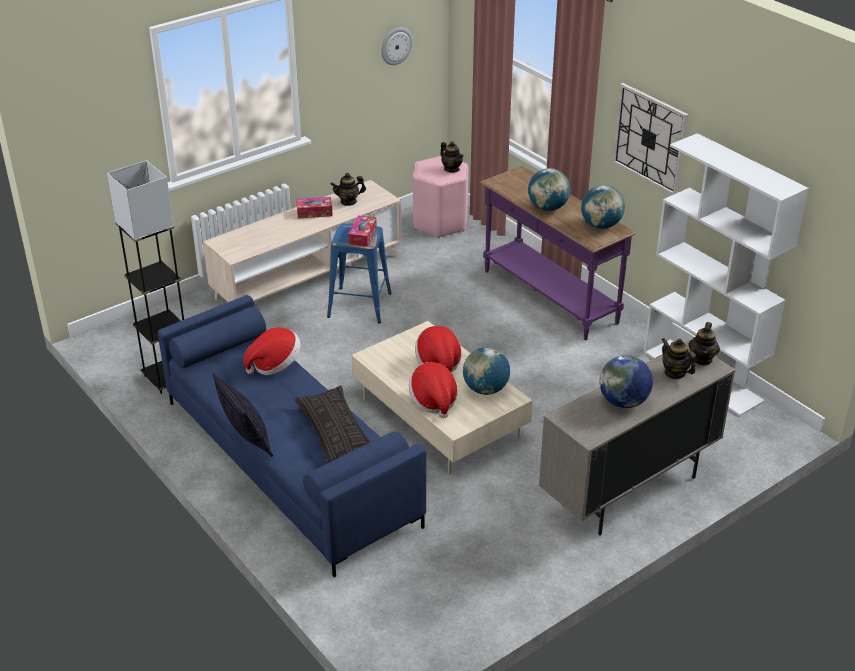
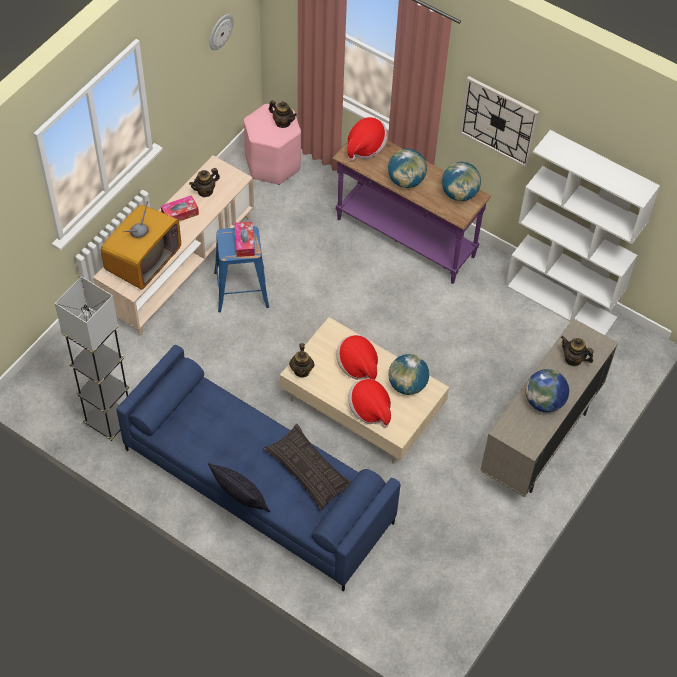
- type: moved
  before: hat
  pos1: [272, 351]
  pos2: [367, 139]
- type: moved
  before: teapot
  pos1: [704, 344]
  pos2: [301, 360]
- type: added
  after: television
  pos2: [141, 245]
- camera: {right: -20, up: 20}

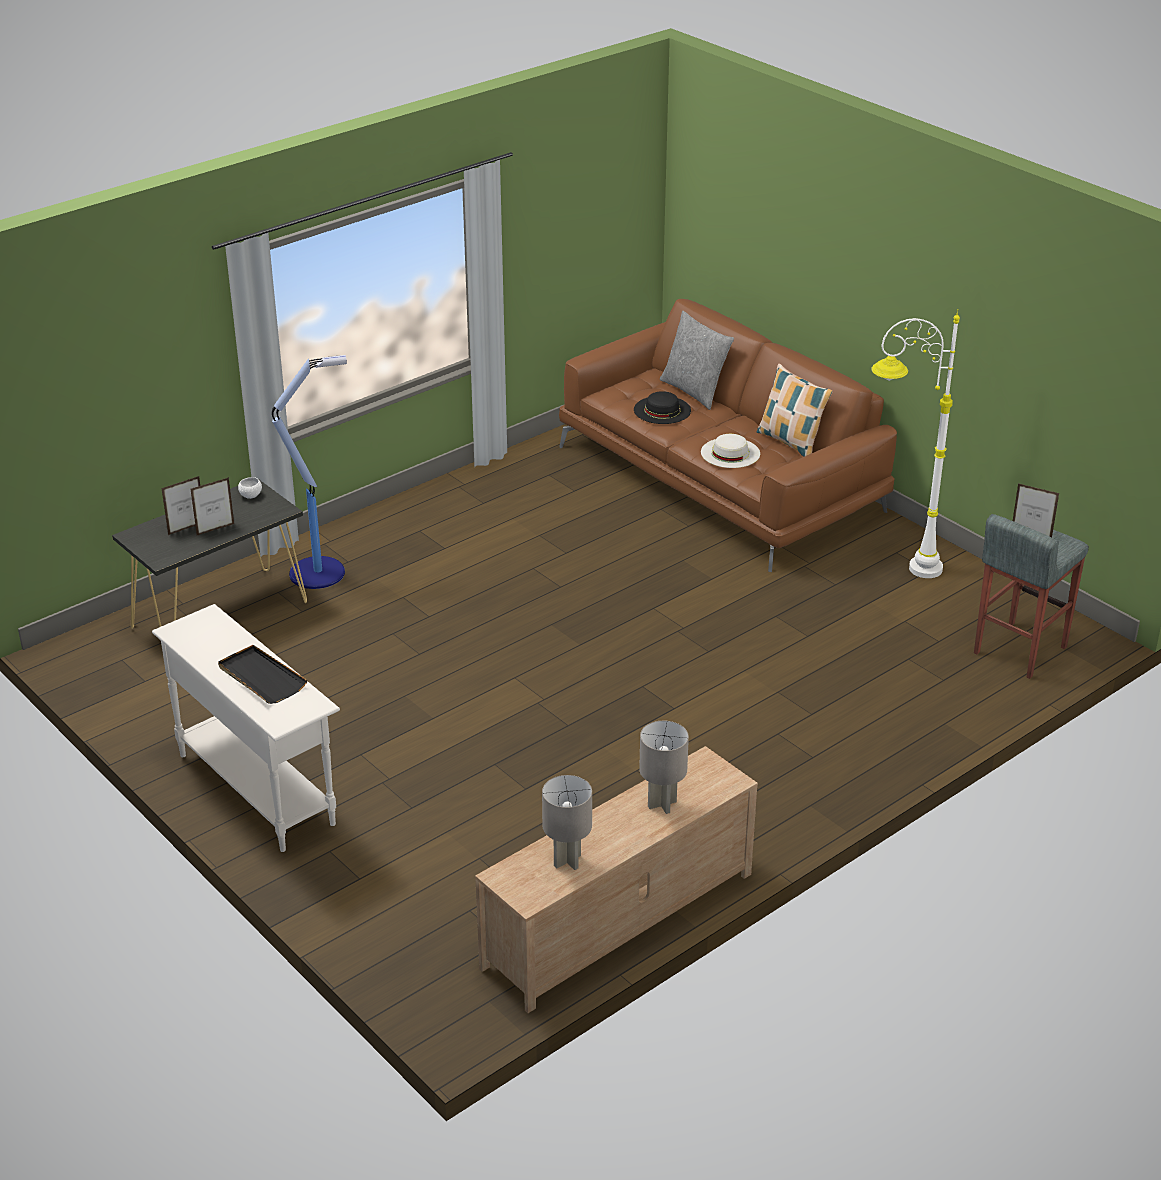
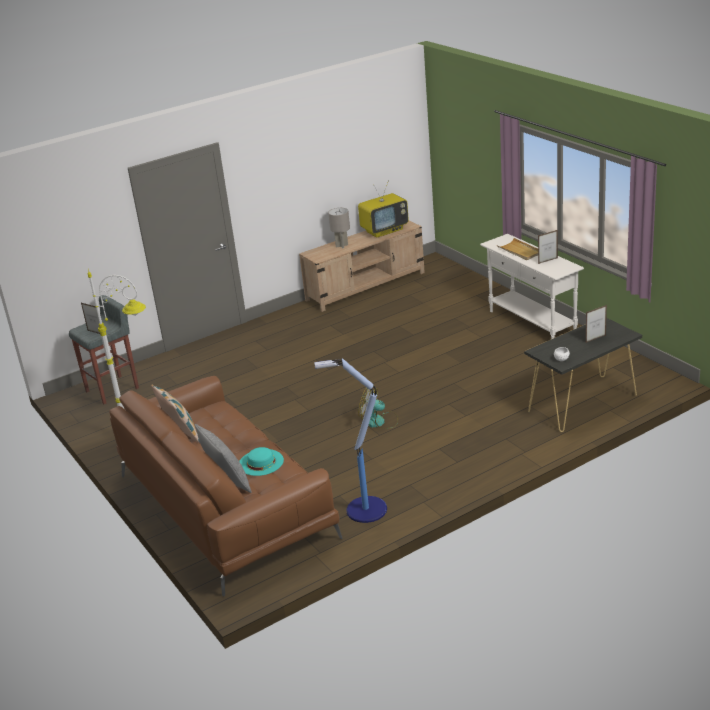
- type: moved
  before: picture frame
  pos1: [212, 506]
  pos2: [548, 247]
- type: recoloured
  before: tray in black
  after: tray in beige
  pos1: [263, 674]
  pos2: [517, 249]
- type: moved
  before: floor lamp
  pos1: [309, 472]
  pos2: [350, 440]
- type: replaced
  before: table lamp in grey
  after: television
  pos1: [567, 822]
  pos2: [383, 210]
- type: recoloured
  before: hat in black
  after: hat in turquoise
  pos1: [662, 407]
  pos2: [261, 461]
- type: removed
  before: hat in white
  pos1: [730, 451]
- type: added
  after: fan
  pos2: [378, 408]
- camera: {right: -170, up: -5}

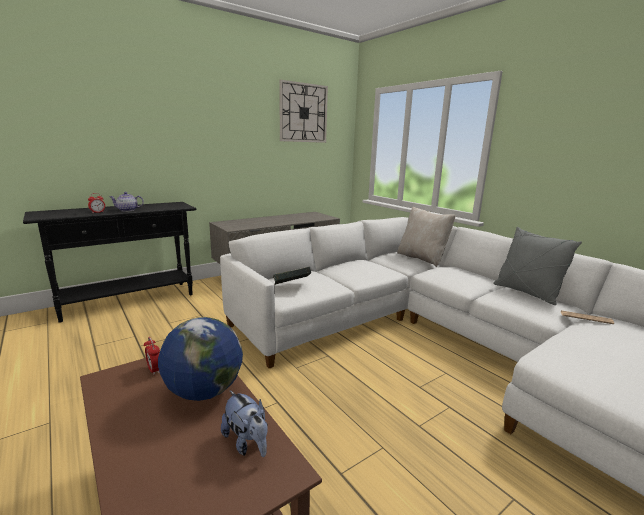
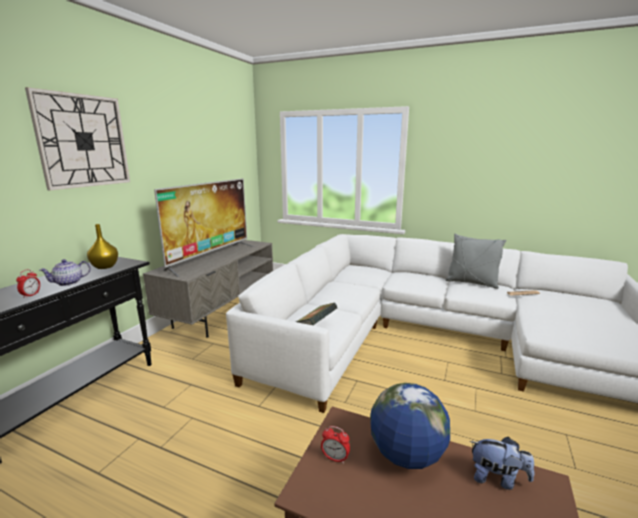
- type: moved
  before: wall clock
  pos1: [303, 111]
  pos2: [77, 138]
- type: removed
  before: pillow in beige
  pos1: [426, 237]
- type: added
  after: vase in yellow
  pos2: [102, 246]
- type: added
  after: television
  pos2: [204, 227]
- camera: {right: -30, up: 0}

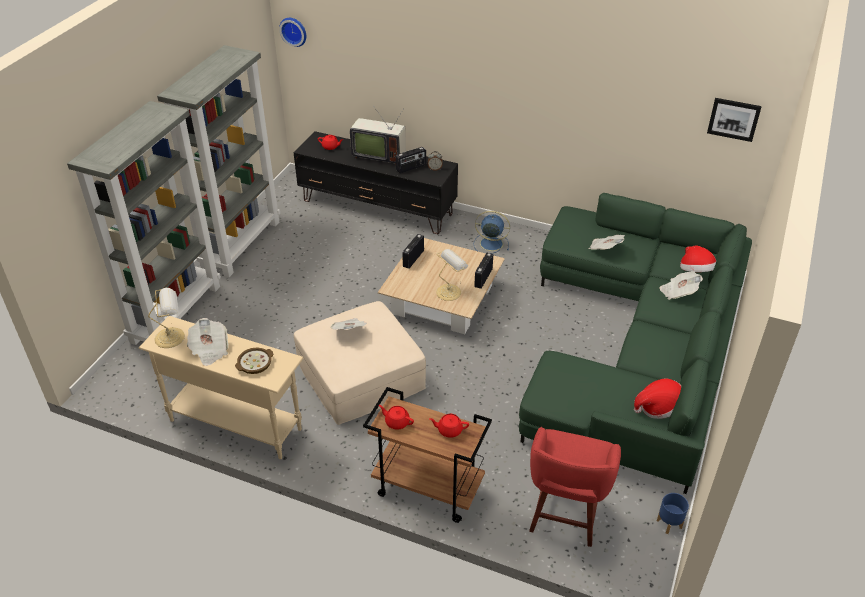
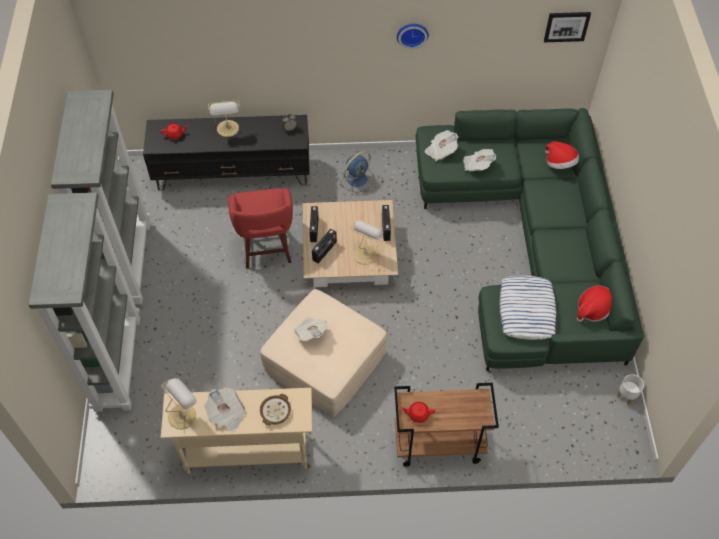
- type: moved
  before: wall clock
  pos1: [293, 32]
  pos2: [413, 36]
- type: replaced
  before: television
  after: table lamp
  pos1: [378, 134]
  pos2: [224, 118]
- type: moved
  before: radio
  pos1: [411, 160]
  pos2: [324, 246]
- type: removed
  before: teapot in red
  pos1: [449, 426]
- type: turned
  before: fan in blue
  pos1: [492, 232]
  pos2: [357, 171]
  turn: 150
- type: moved
  before: stool in red
  pos1: [575, 487]
  pos2: [260, 228]
- type: recoloured
  before: planter in blue
  after: planter in white
  pos1: [673, 513]
  pos2: [630, 389]
- type: moved
  before: newspaper
  pos1: [681, 285]
  pos2: [441, 145]
- type: added
  after: pillow
  pos2: [528, 308]
- camera: {right: -25, up: 15}

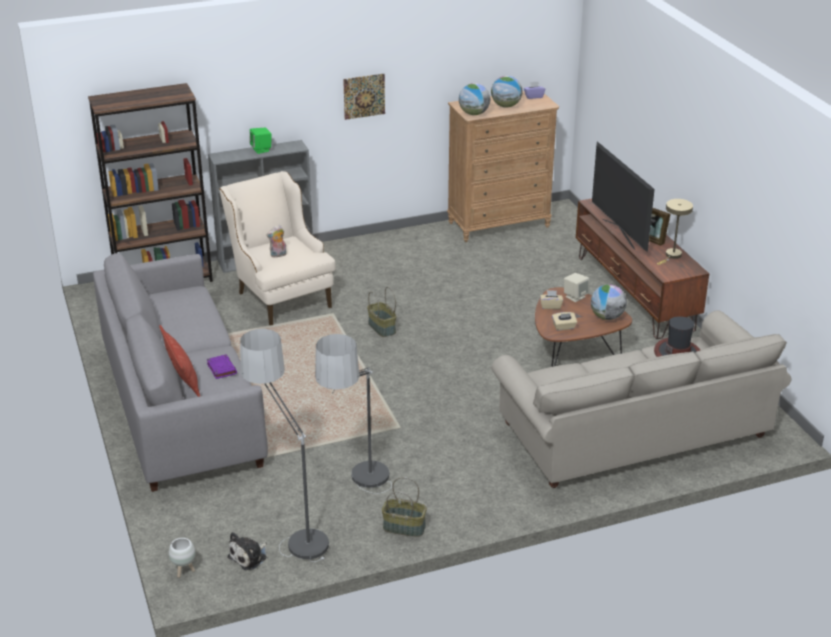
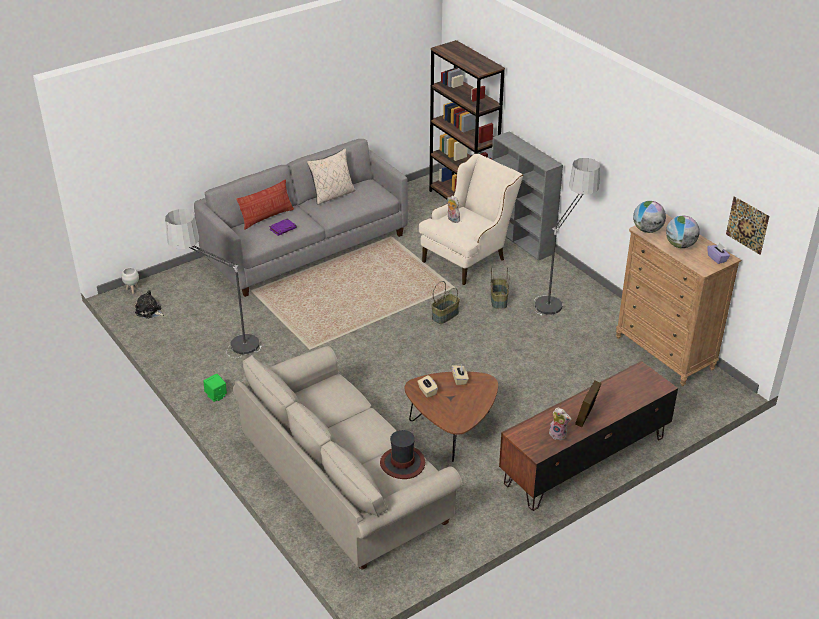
- type: moved
  before: floor lamp
  pos1: [284, 445]
  pos2: [567, 237]
- type: moved
  before: speaker in green
  pos1: [261, 141]
  pos2: [215, 388]
- type: moved
  before: picture
  pos1: [364, 97]
  pos2: [747, 225]
- type: moved
  before: basket
  pos1: [404, 507]
  pos2: [499, 288]
- type: removed
  before: speaker in beige
  pos1: [576, 287]
- type: removed
  before: globe
  pos1: [609, 302]
- type: removed
  before: television
  pos1: [623, 197]
- type: replaced
  before: table lamp in beige
  after: plush toy
  pos1: [675, 232]
  pos2: [560, 424]
- type: added
  after: pillow in beige
  pos2: [331, 176]
- camera: {right: 75, up: 5}

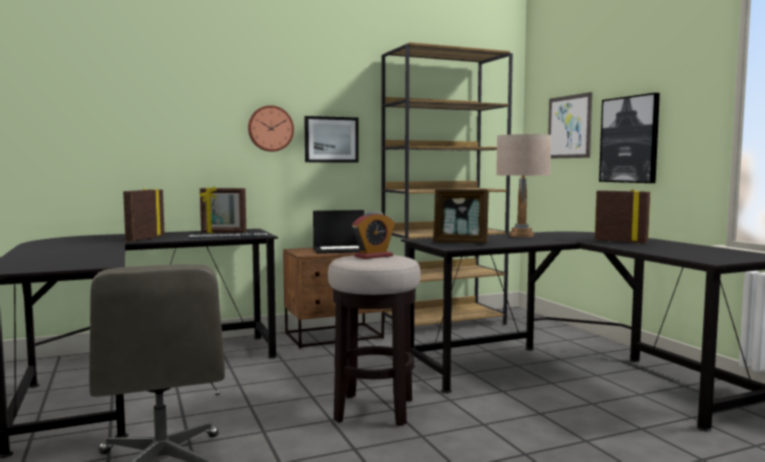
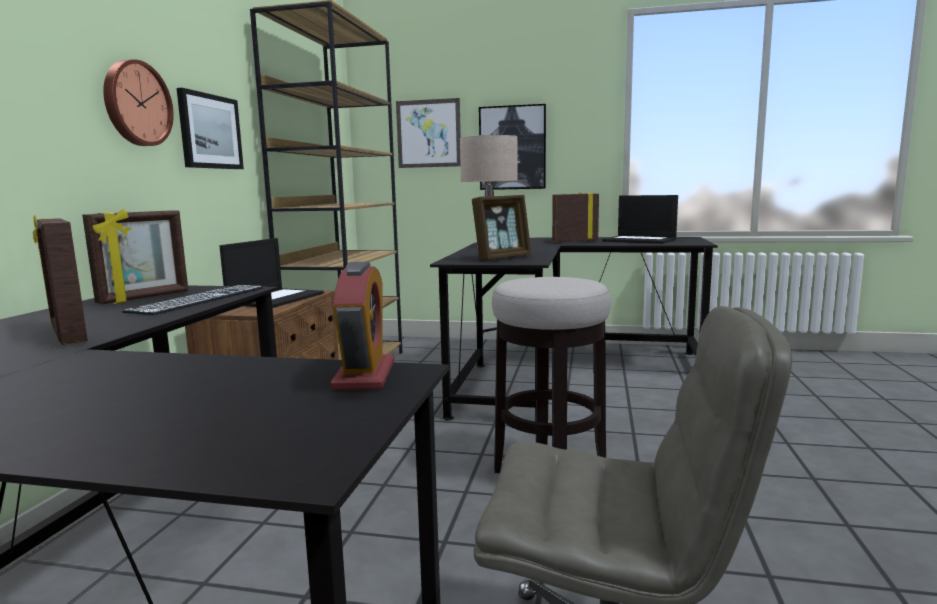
- type: moved
  before: alarm clock
  pos1: [373, 235]
  pos2: [362, 326]
- type: added
  after: laptop
  pos2: [640, 219]
- camera: {right: -55, up: 5}

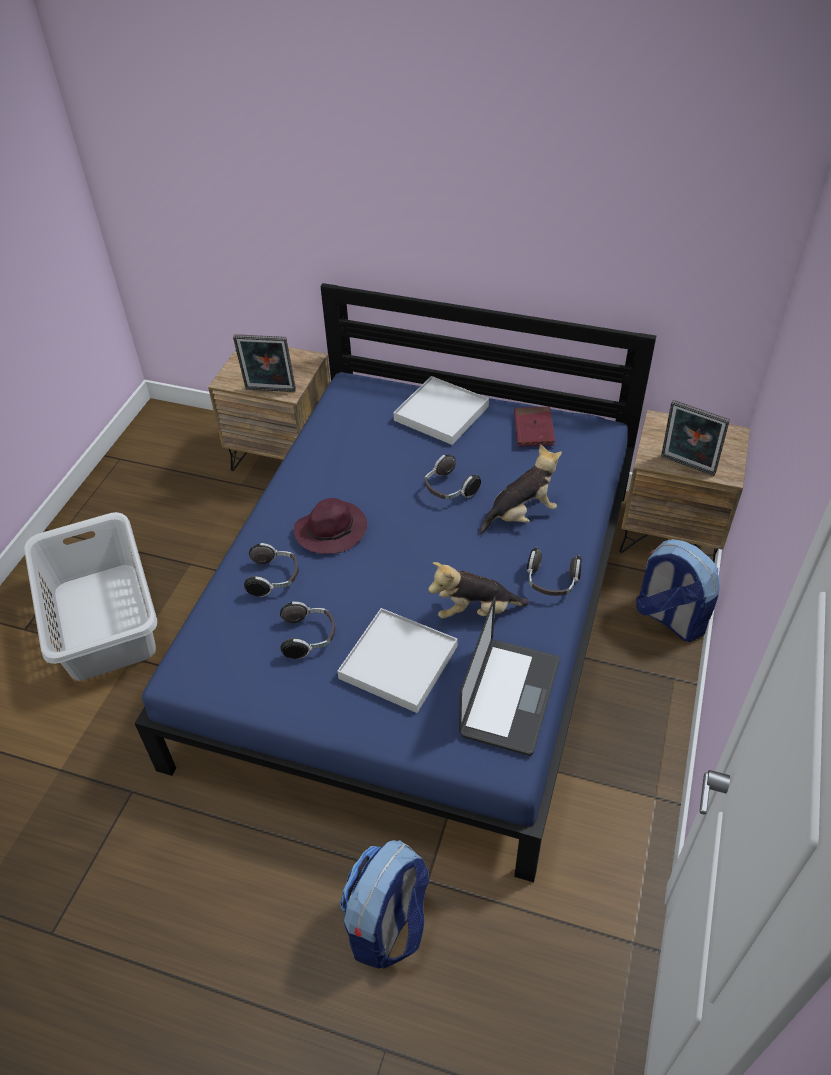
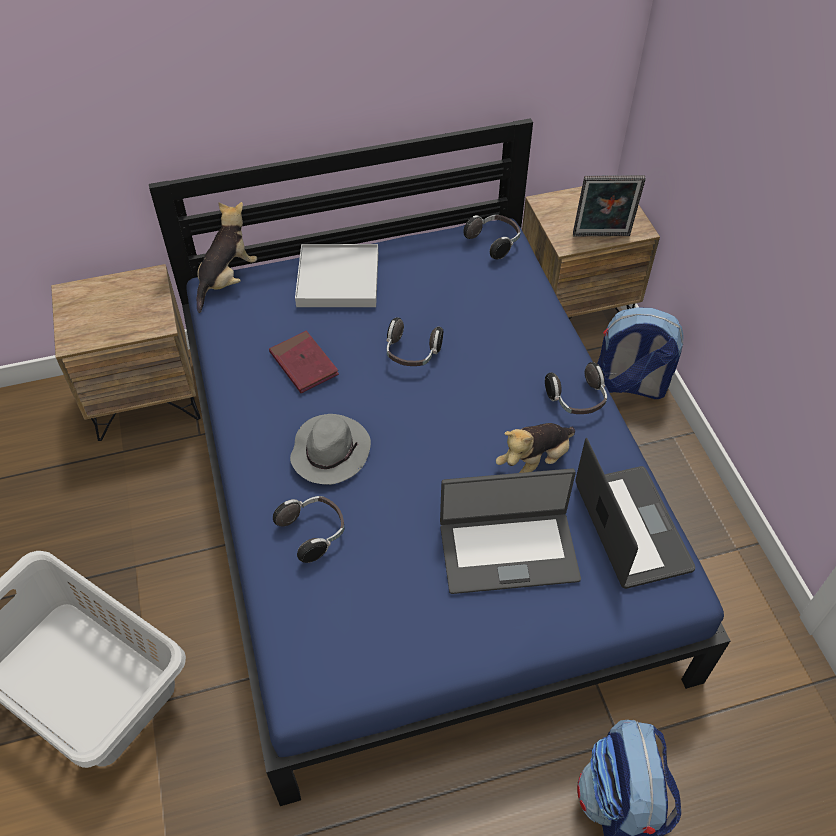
- type: removed
  before: picture frame
  pos1: [264, 363]
- type: moved
  before: headphones
  pos1: [307, 630]
  pos2: [491, 237]
- type: recoloured
  before: hat in purple
  after: hat in grey
  pos1: [330, 526]
  pos2: [330, 449]
- type: replaced
  before: tray in white
  after: laptop
  pos1: [397, 660]
  pos2: [510, 531]
- type: moved
  before: plush toy
  pos1: [520, 489]
  pos2: [227, 257]
- type: moved
  before: book in red
  pos1: [534, 426]
  pos2: [304, 362]
- camera: {right: -35, up: 5}

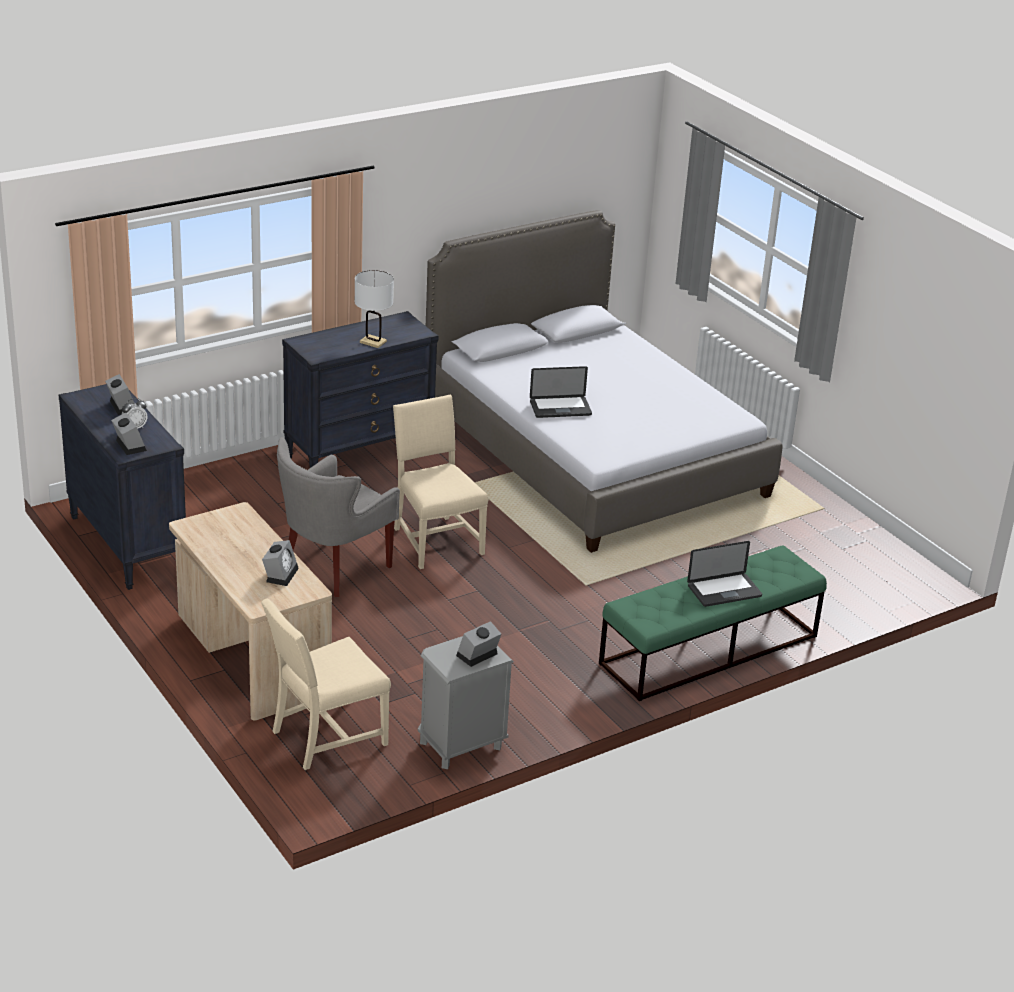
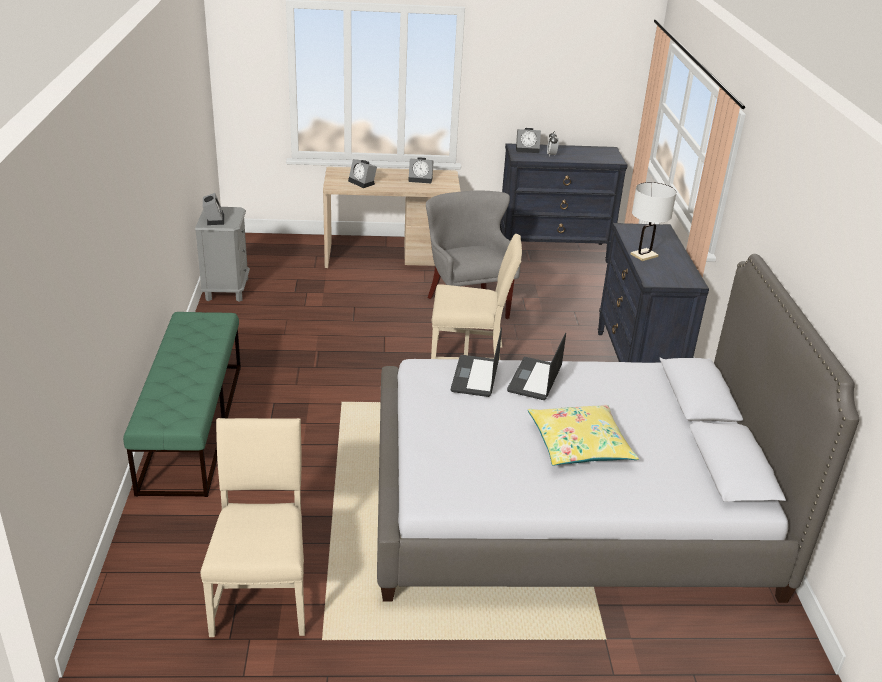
- type: moved
  before: alarm clock
  pos1: [119, 394]
  pos2: [421, 170]
- type: moved
  before: chair in beige
  pos1: [326, 684]
  pos2: [253, 527]
- type: moved
  before: laptop
  pos1: [724, 574]
  pos2: [476, 362]
- type: added
  after: pillow in yellow
  pos2: [583, 435]
- camera: {right: 120, up: 0}

